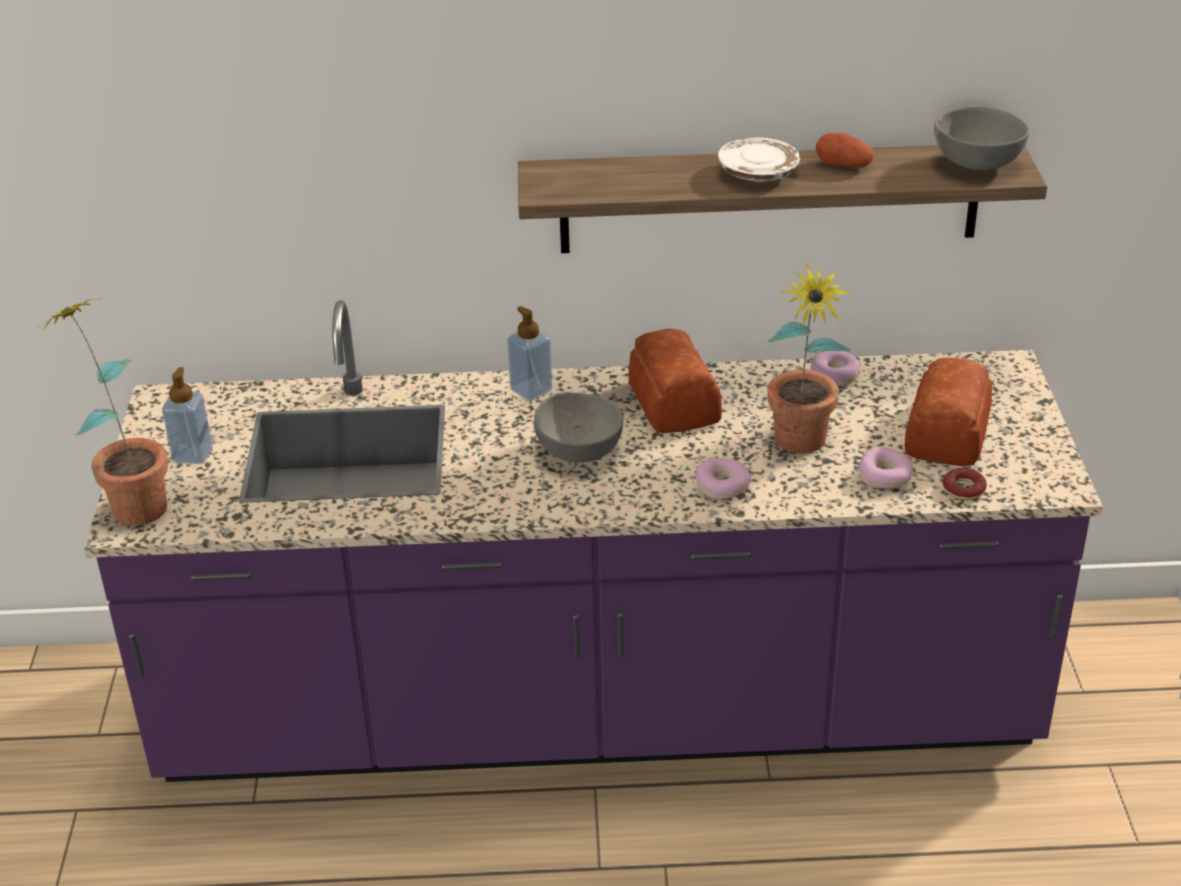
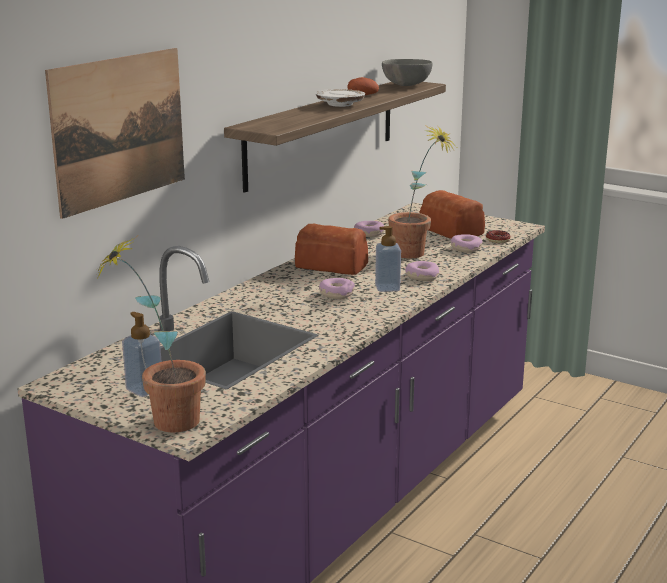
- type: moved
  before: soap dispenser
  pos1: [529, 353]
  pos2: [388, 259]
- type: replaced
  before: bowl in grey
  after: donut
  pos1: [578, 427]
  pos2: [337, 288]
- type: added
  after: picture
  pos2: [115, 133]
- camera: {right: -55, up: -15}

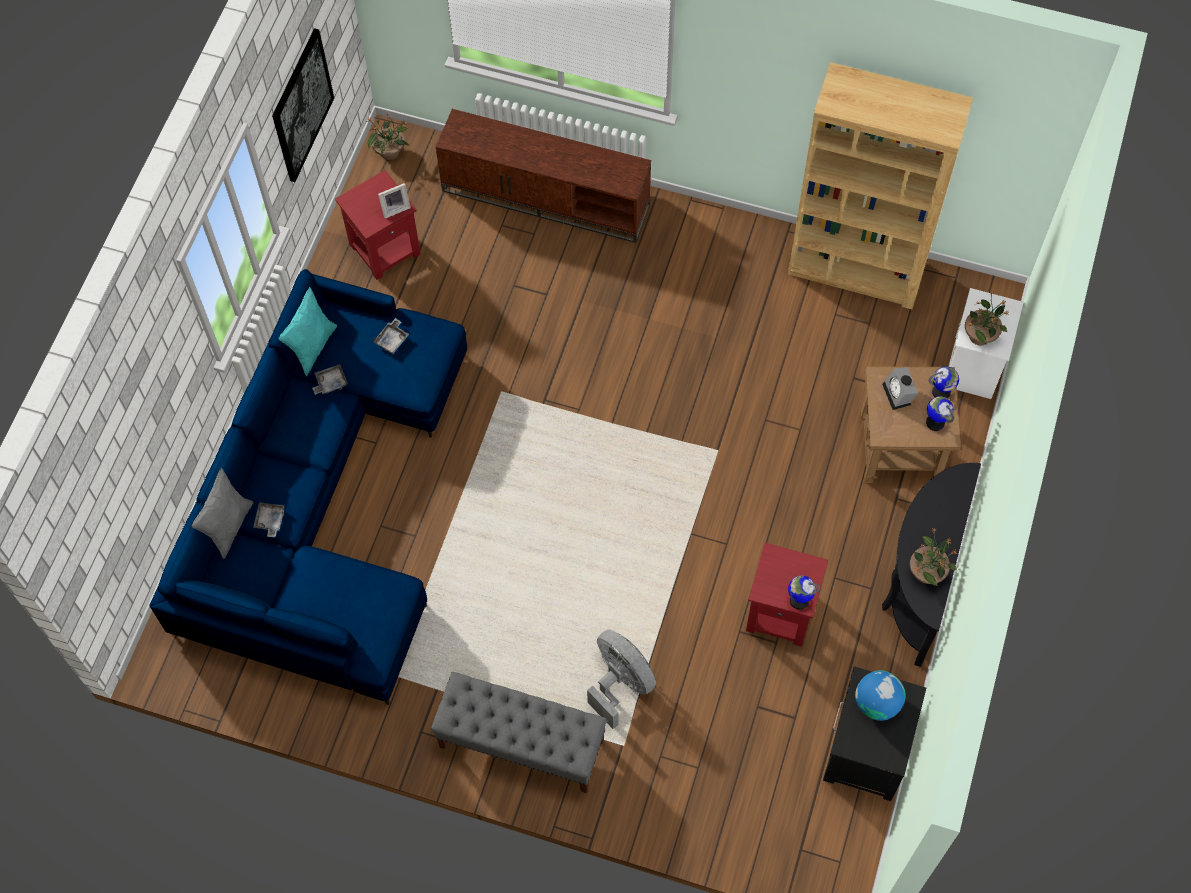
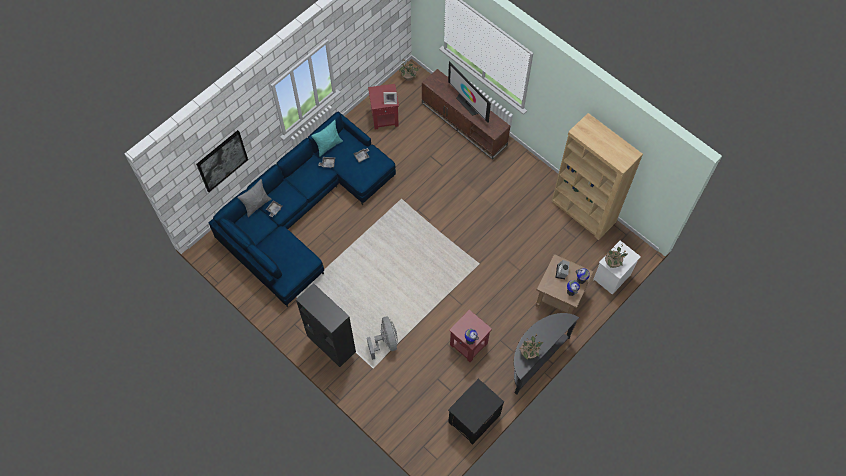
- type: moved
  before: picture
  pos1: [303, 105]
  pos2: [222, 161]
- type: replaced
  before: bench in grey
  after: bookcase in black
  pos1: [519, 732]
  pos2: [326, 325]
- type: removed
  before: globe
  pos1: [880, 695]
- type: added
  after: television
  pos2: [469, 92]
- camera: {right: 25, up: 0}

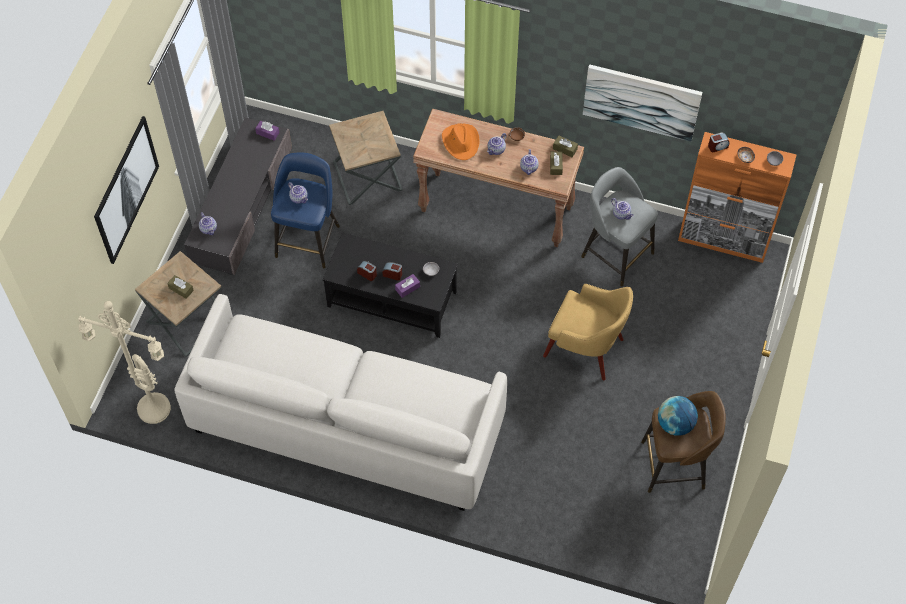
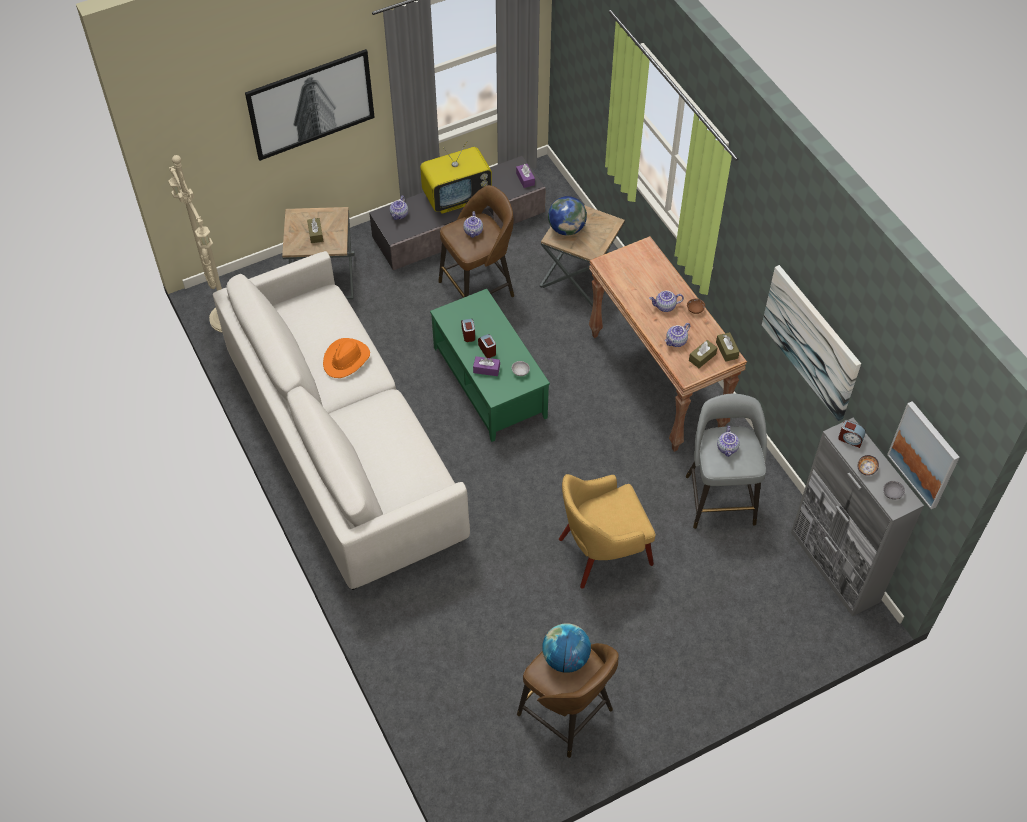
- type: recoloured
  before: stool in blue
  after: stool in brown
  pos1: [305, 210]
  pos2: [476, 241]
- type: recoloured
  before: coffee table in black
  after: coffee table in green
  pos1: [390, 285]
  pos2: [490, 365]
- type: moved
  before: hat in orange
  pos1: [461, 141]
  pos2: [346, 358]
- type: turned
  before: armchair in yellow
  pos1: [588, 332]
  pos2: [607, 531]
  turn: 90
- type: recoloured
  before: cabinet in orange
  after: cabinet in grey
  pos1: [737, 197]
  pos2: [857, 517]
- type: added
  after: television
  pos2: [456, 177]
- type: added
  after: globe
  pos2: [567, 215]
- type: added
  after: picture
  pos2: [923, 455]
- camera: {right: 45, up: -5}

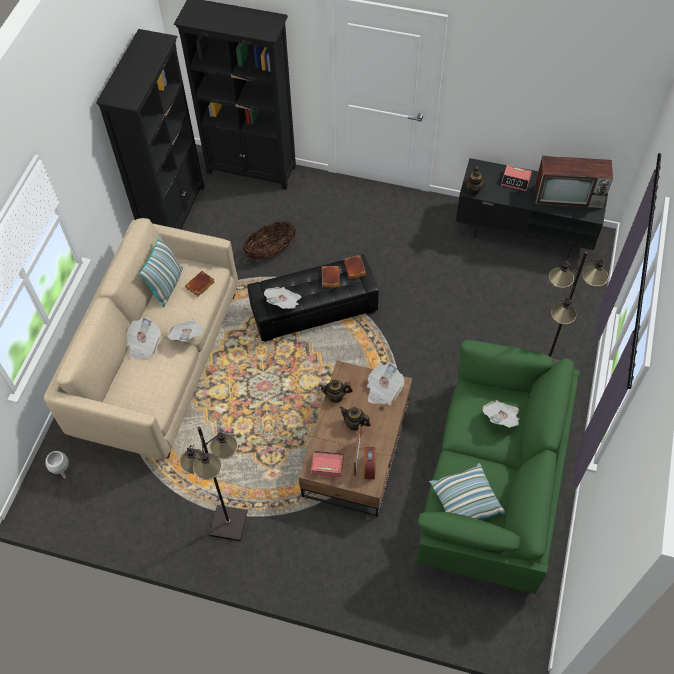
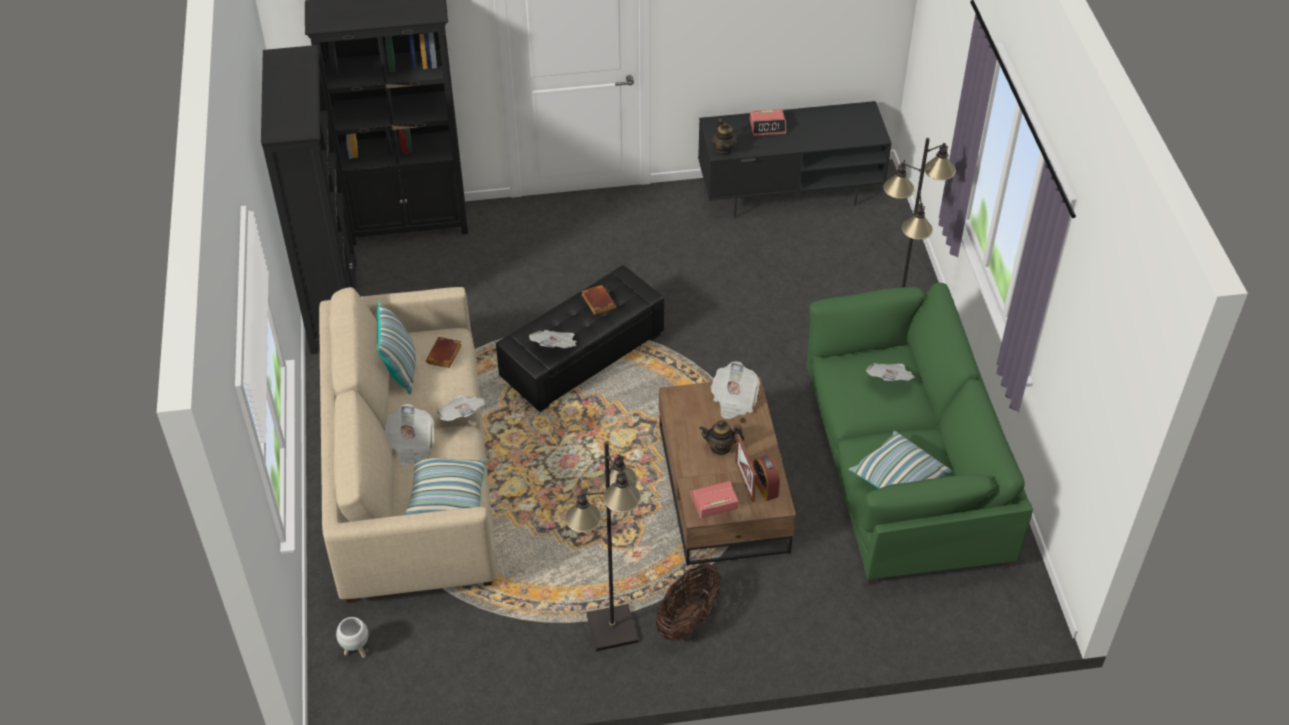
- type: moved
  before: basket
  pos1: [269, 240]
  pos2: [688, 602]
- type: removed
  before: teapot
  pos1: [336, 391]
- type: removed
  before: book in brown
  pos1: [354, 267]
- type: removed
  before: television
  pos1: [574, 182]
- type: added
  after: pillow
  pos2: [445, 486]
- camera: {right: -25, up: -10}

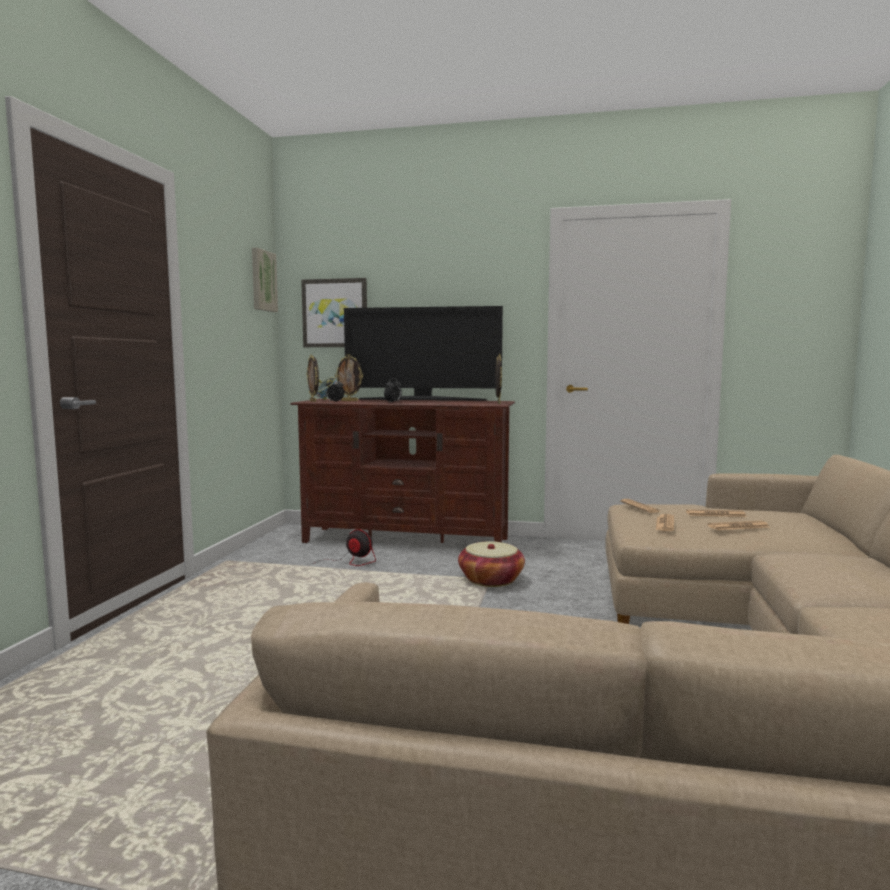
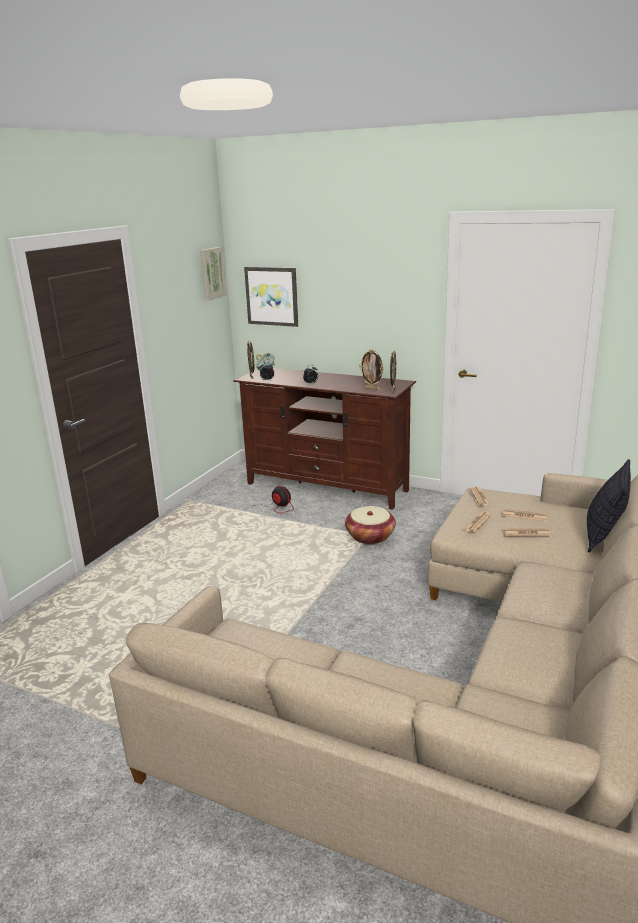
- type: moved
  before: picture frame
  pos1: [349, 377]
  pos2: [371, 369]
- type: removed
  before: television
  pos1: [423, 353]
- type: added
  after: pillow
  pos2: [609, 506]
- camera: {right: 15, up: 15}

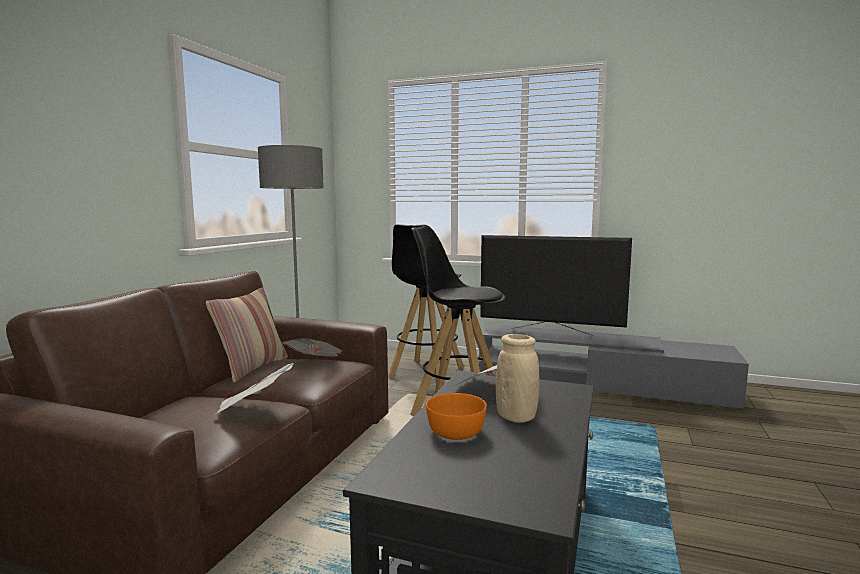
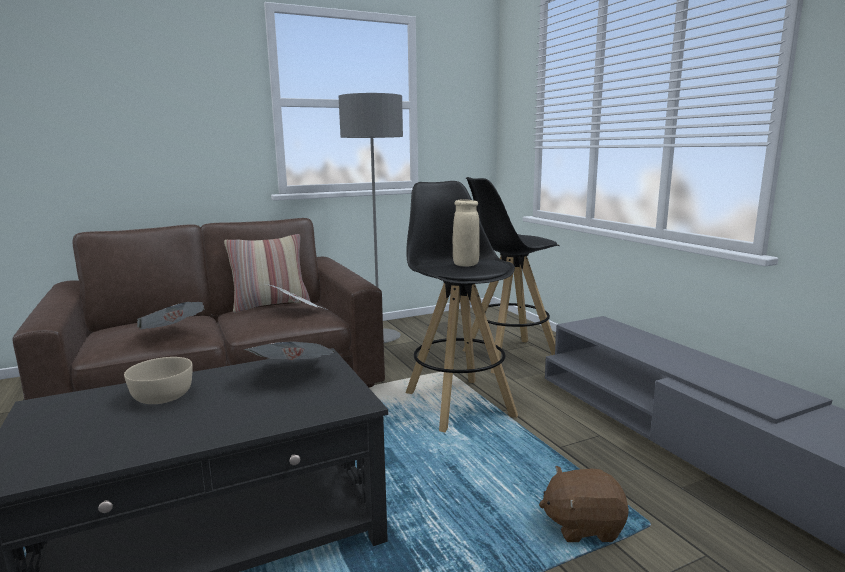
- type: recoloured
  before: bowl in orange
  after: bowl in beige
  pos1: [456, 416]
  pos2: [158, 380]
- type: removed
  before: television
  pos1: [556, 286]
- type: moved
  before: vase in beige
  pos1: [517, 378]
  pos2: [466, 233]
- type: added
  after: plush toy in brown
  pos2: [584, 504]
- camera: {right: 45, up: 5}

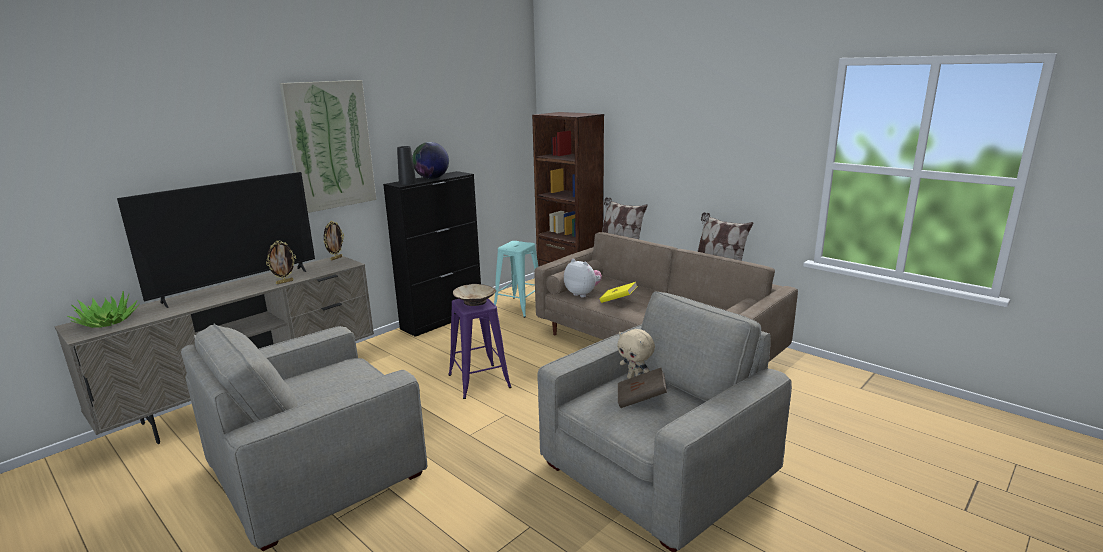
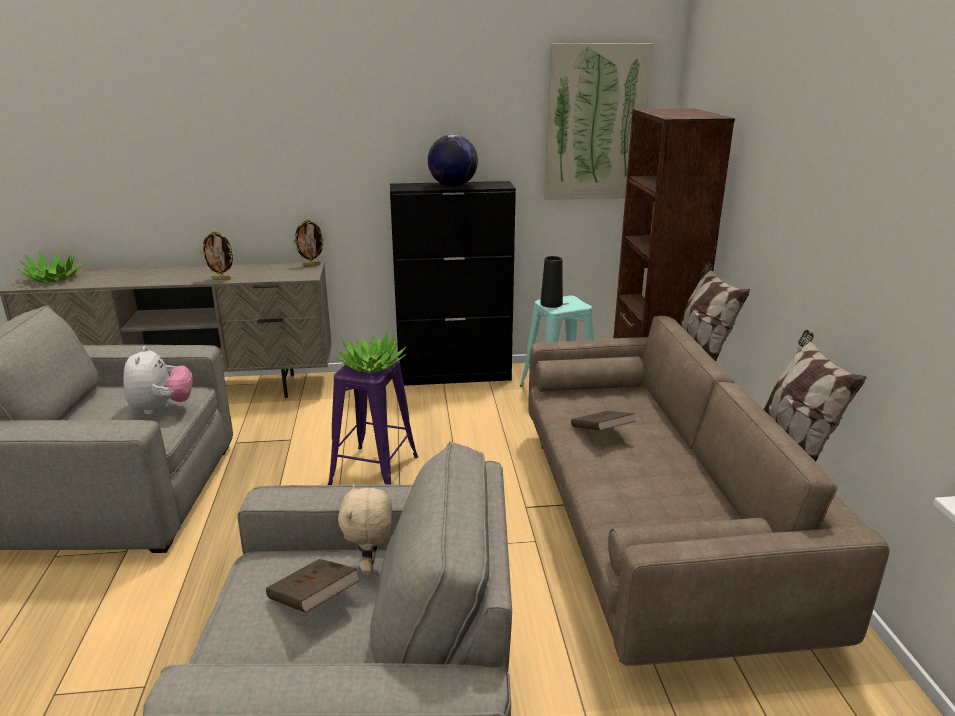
- type: removed
  before: television
  pos1: [216, 240]
- type: moved
  before: picture
  pos1: [328, 146]
  pos2: [599, 121]
- type: moved
  before: vase in black
  pos1: [406, 165]
  pos2: [551, 282]
- type: replaced
  before: bowl in beige
  after: potted plant
  pos1: [474, 295]
  pos2: [371, 352]
- type: moved
  before: plush toy
  pos1: [583, 278]
  pos2: [158, 380]
- type: recoloured
  before: book in yellow
  after: book in brown
  pos1: [619, 292]
  pos2: [603, 421]
- camera: {right: 40, up: 5}

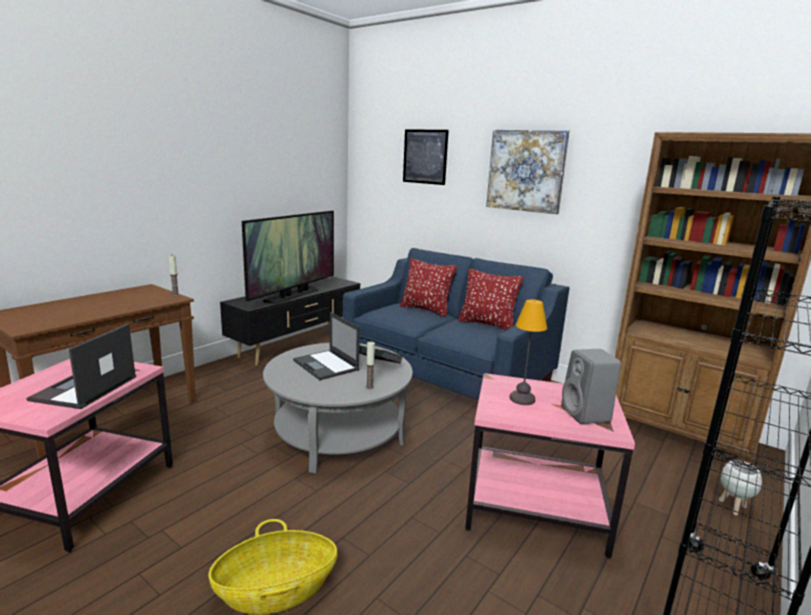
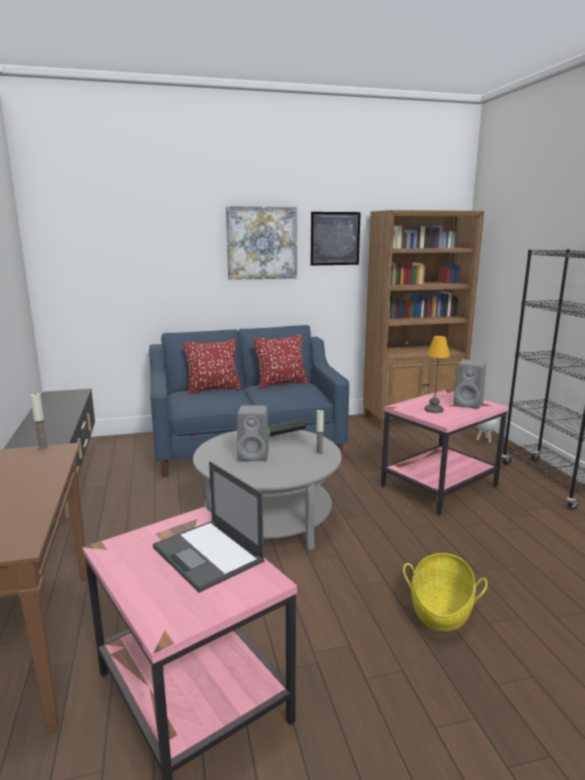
- type: removed
  before: television
  pos1: [288, 257]
- type: replaced
  before: laptop
  after: speaker in grey
  pos1: [326, 346]
  pos2: [253, 433]
- type: moved
  before: picture
  pos1: [426, 157]
  pos2: [336, 238]
- camera: {right: -50, up: 0}

